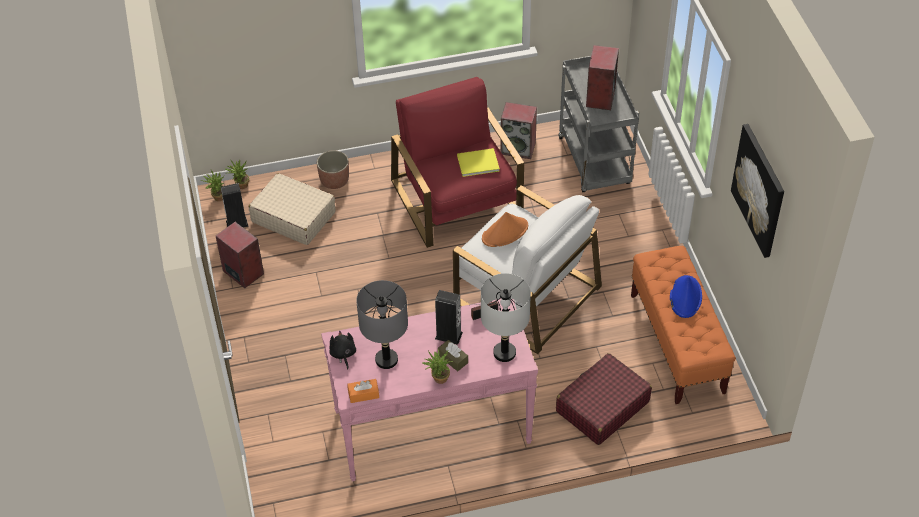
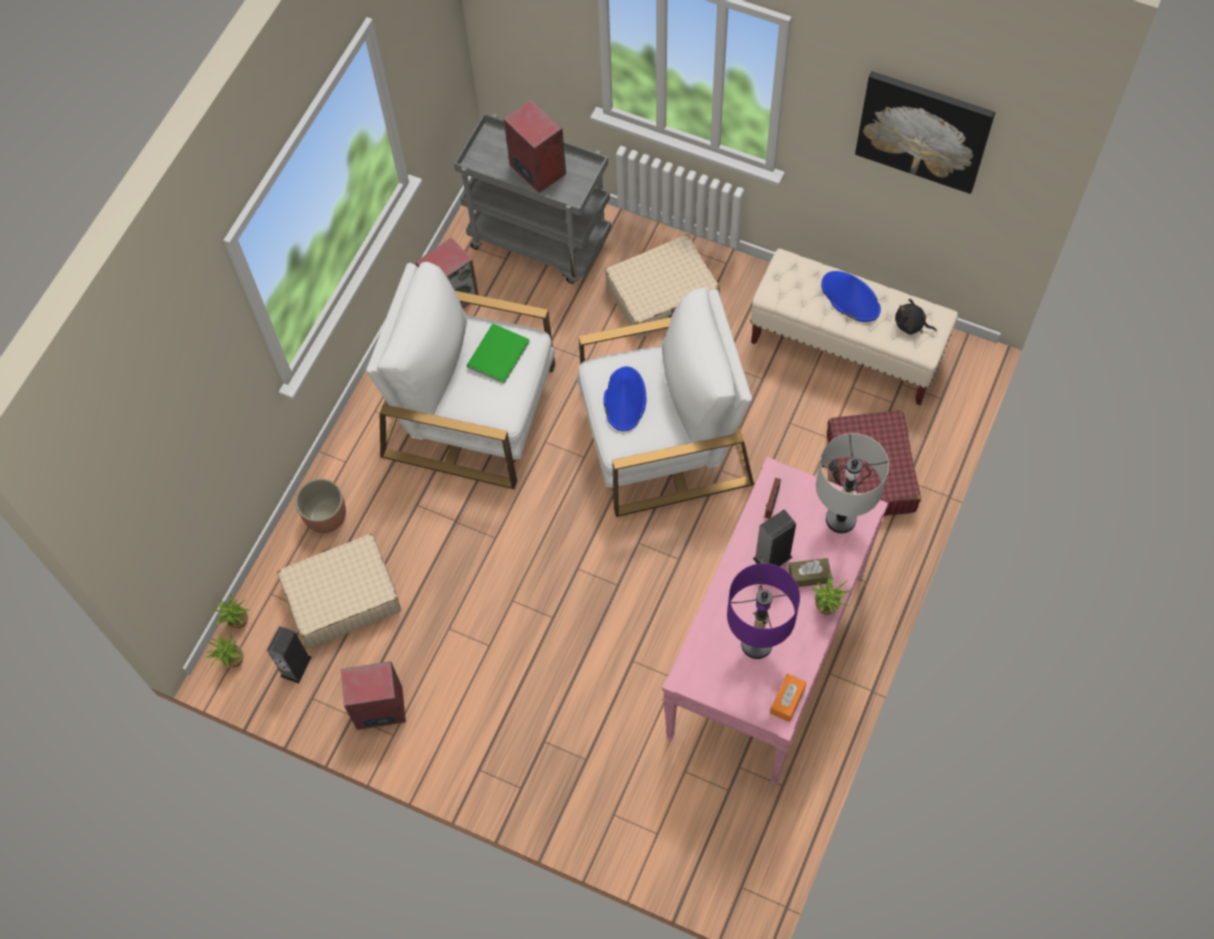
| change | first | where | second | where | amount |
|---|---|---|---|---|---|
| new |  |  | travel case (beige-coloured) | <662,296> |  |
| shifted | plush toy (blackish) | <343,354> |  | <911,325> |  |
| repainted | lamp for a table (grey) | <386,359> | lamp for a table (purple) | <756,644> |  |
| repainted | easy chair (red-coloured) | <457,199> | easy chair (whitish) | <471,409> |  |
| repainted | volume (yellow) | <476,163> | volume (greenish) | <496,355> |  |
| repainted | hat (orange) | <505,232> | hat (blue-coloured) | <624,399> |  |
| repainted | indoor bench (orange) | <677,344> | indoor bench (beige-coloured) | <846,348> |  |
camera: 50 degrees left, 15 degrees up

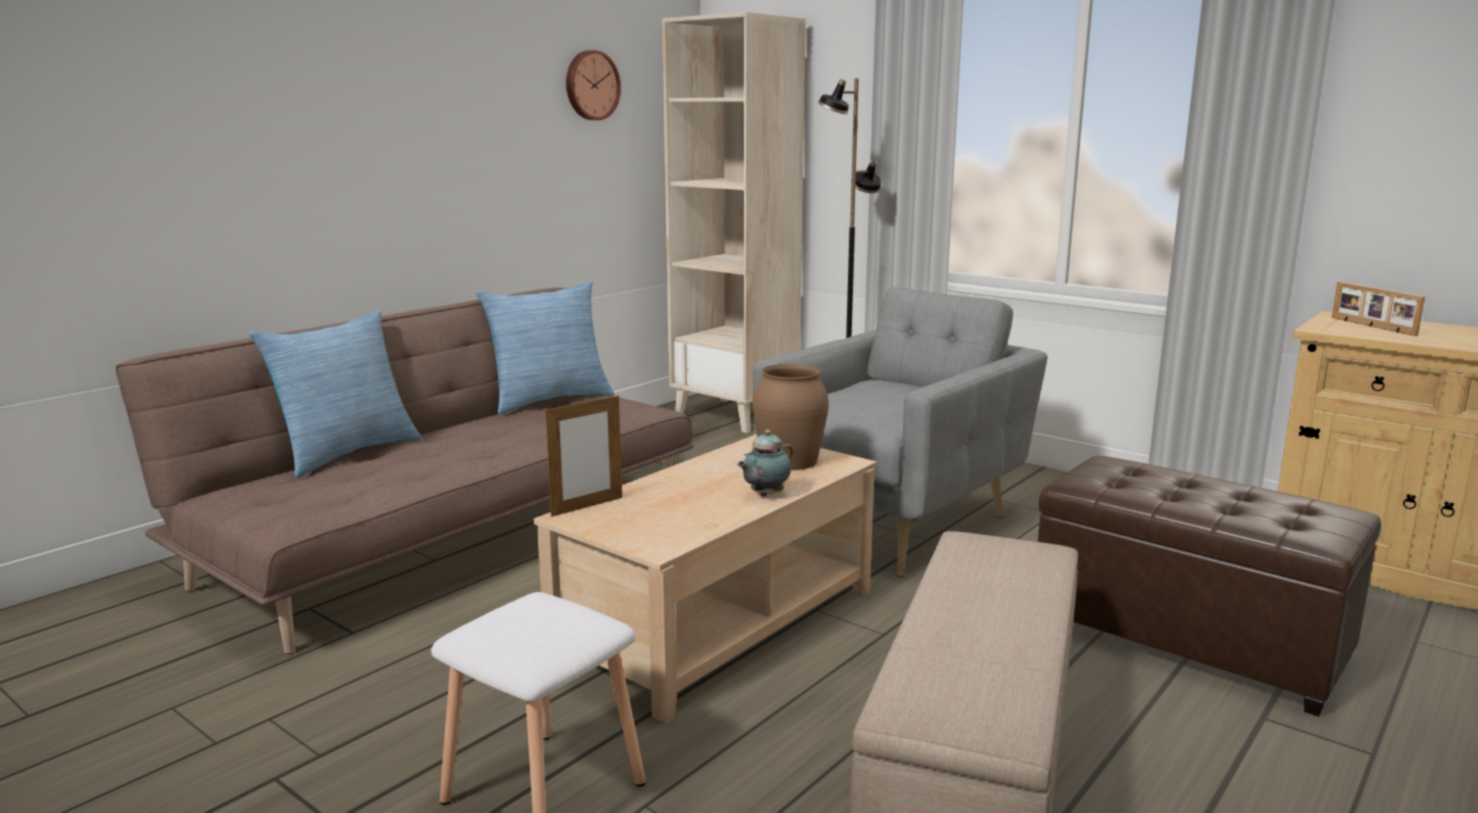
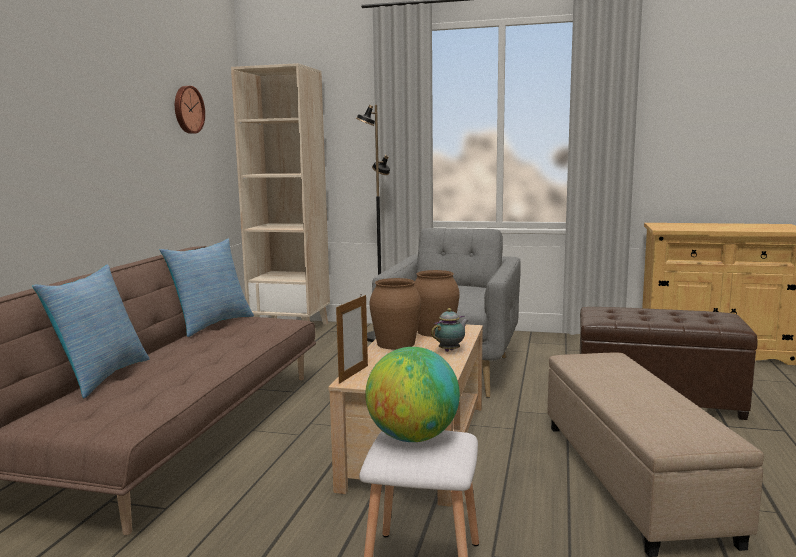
| change | first | where | second | where | amount |
|---|---|---|---|---|---|
| gone | standing frame | <1371,326> |  |  |  |
| new |  |  | desk globe | <413,437> |  |
| new |  |  | flower vase (brown) | <396,343> |  |
| rotated | teapot | <765,495> |  | <450,350> | 150 degrees counterclockwise |
camera: 25 degrees left, 5 degrees down

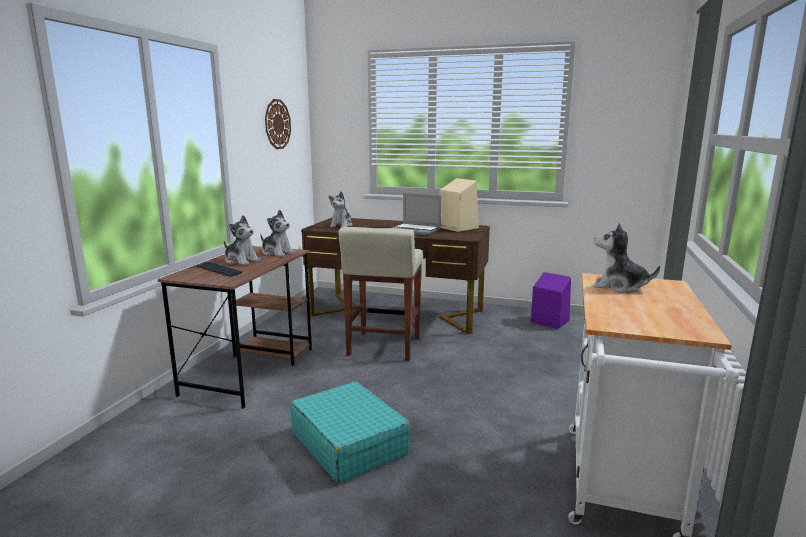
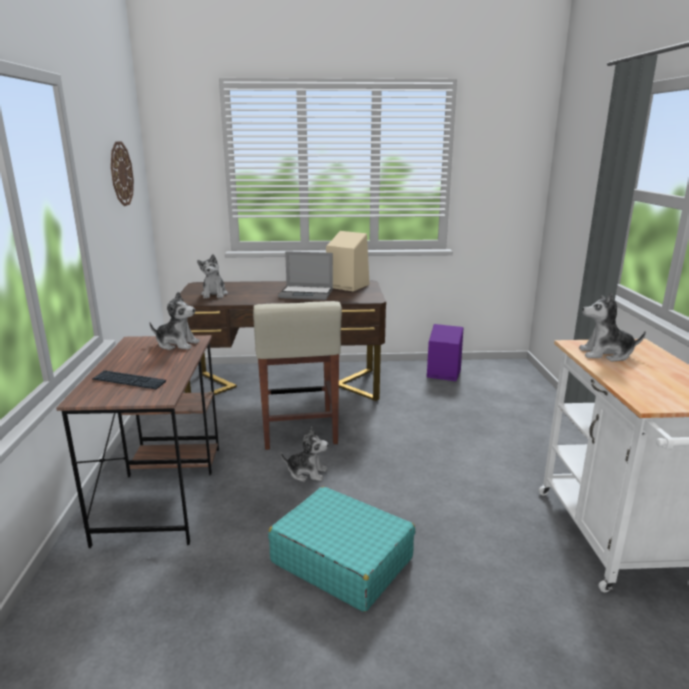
| change | first | where | second | where | amount |
|---|---|---|---|---|---|
| shifted | plush toy | <241,261> |  | <307,473> |  |
camera: 20 degrees left, 5 degrees up

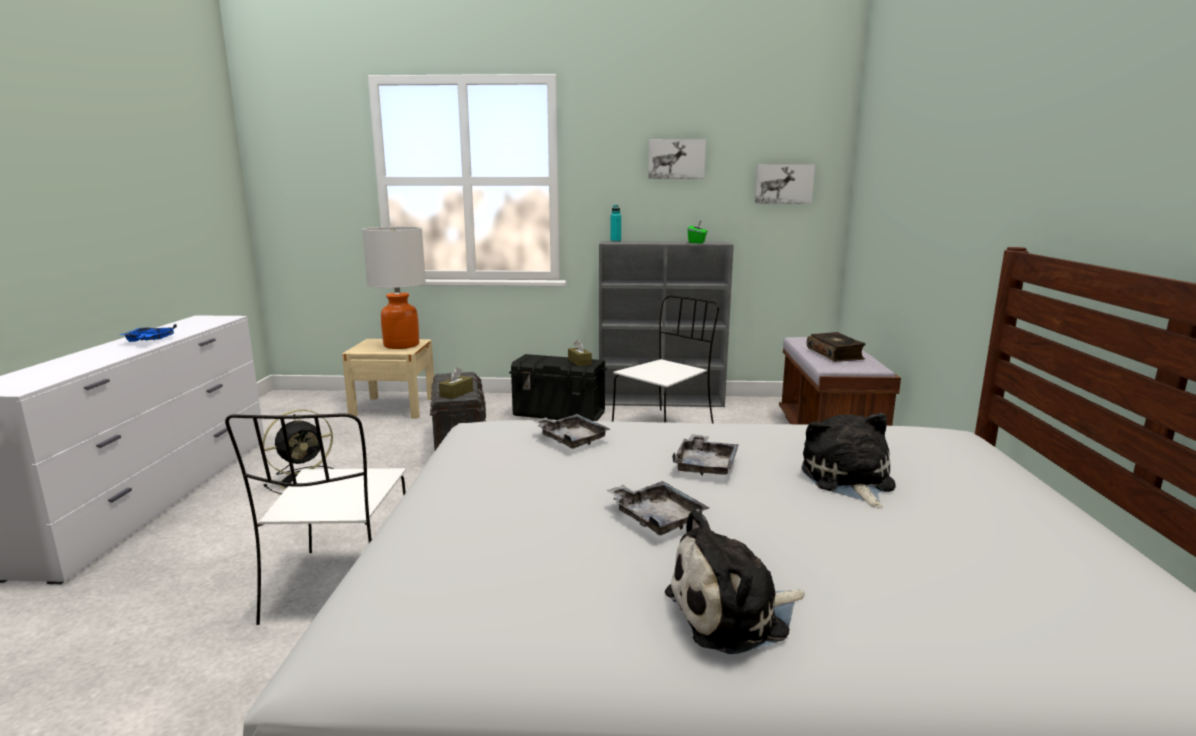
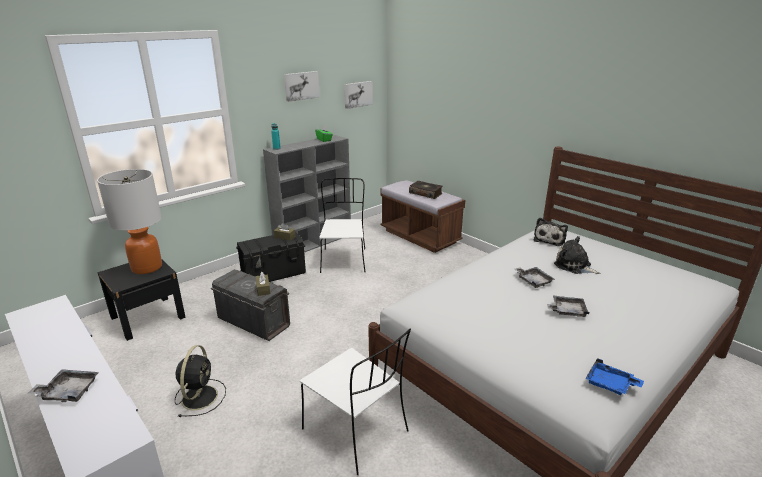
| change | first | where | second | where | amount |
|---|---|---|---|---|---|
| shifted | serving tray (blue-coloured) | <149,340> |  | <610,384> |  |
| shifted | serving tray (grey) | <571,439> |  | <68,391> |  |
| shifted | plush toy | <733,613> |  | <550,239> |  |
| repainted | bedside table (beige-coloured) | <393,407> | bedside table (blackish) | <148,317> |  |
camera: 45 degrees left, 10 degrees up

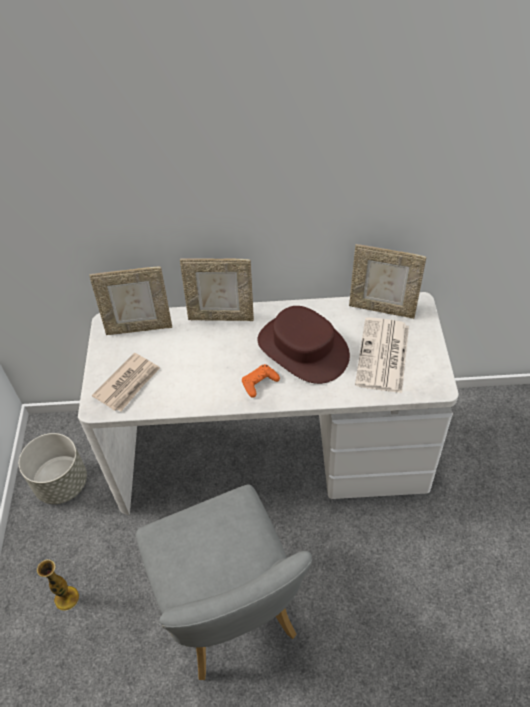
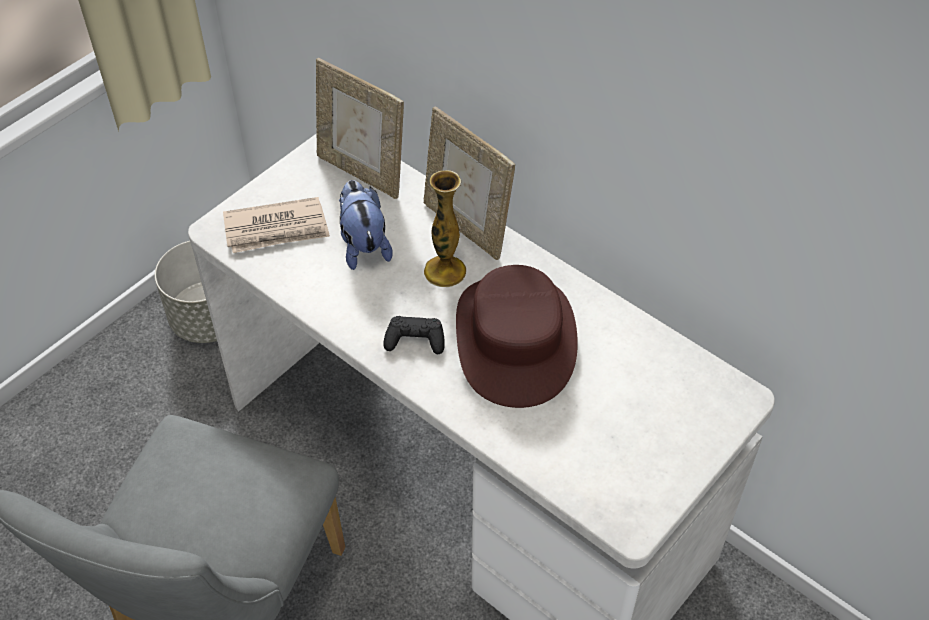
| change | first | where | second | where | amount |
|---|---|---|---|---|---|
| gone | standing frame | <382,308> |  |  |  |
| gone | printed paper | <383,356> |  |  |  |
| new |  |  | plush toy | <363,245> |  |
| shifted | flower vase | <66,598> |  | <445,271> |  |
| repainted | gamepad (orange) | <259,383> | gamepad (blackish) | <415,340> |  |
camera: 40 degrees right, 0 degrees up

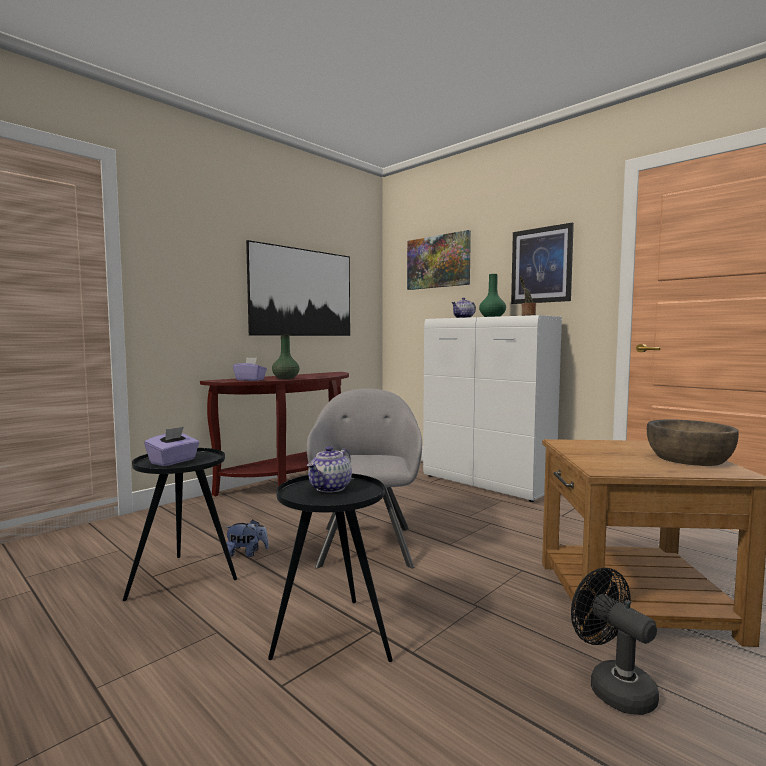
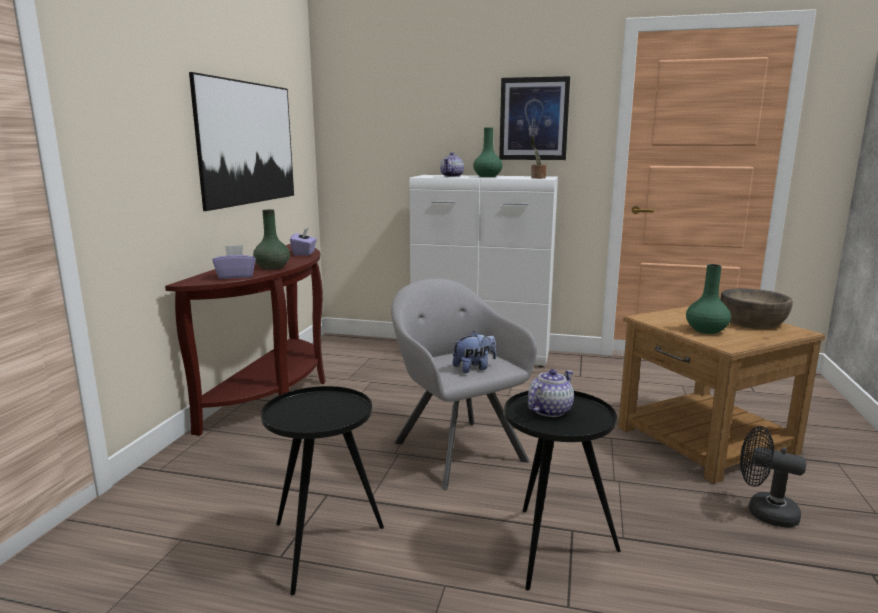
| change | first | where | second | where | amount |
|---|---|---|---|---|---|
| gone | wall art | <438,262> |  |  |  |
| new |  |  | flower vase (greenish) | <706,330> |  |
| shifted | tissue box (purple) | <173,461> |  | <304,253> |  |
| shifted | plush toy | <247,553> |  | <474,368> |  |
| rotated | teapot | <330,488> |  | <549,410> | 135 degrees counterclockwise |
camera: 30 degrees left, 10 degrees up

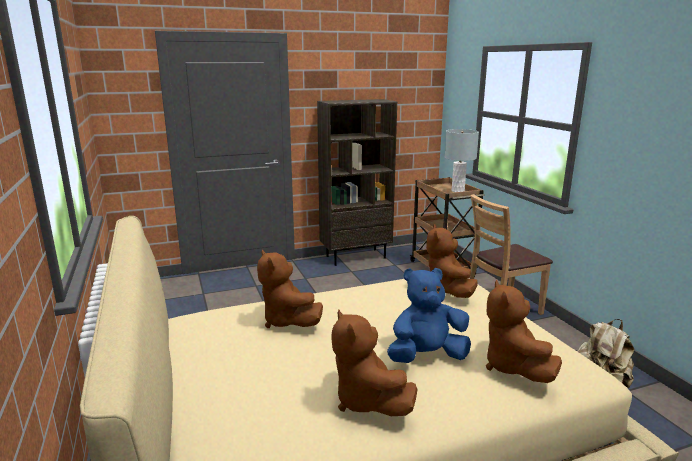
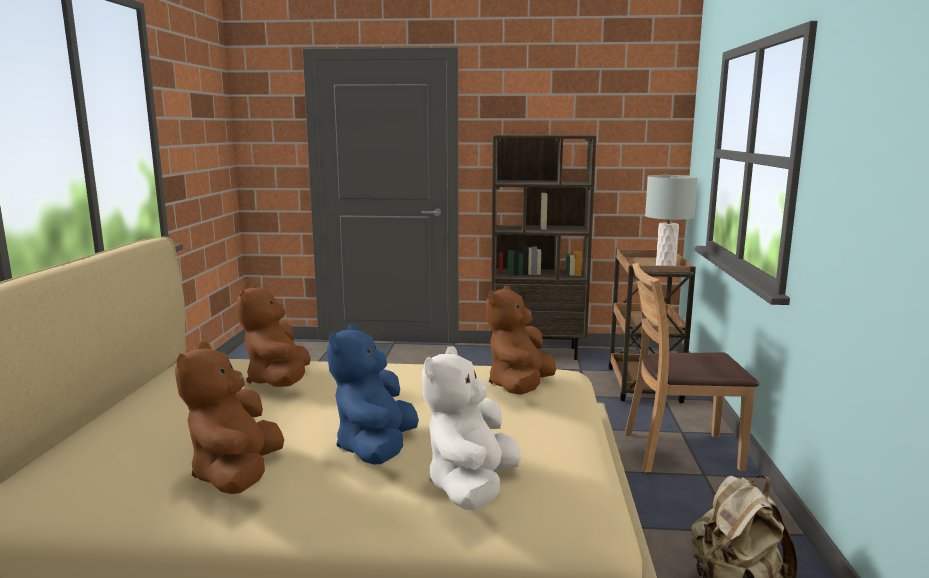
| change | first | where | second | where | amount |
|---|---|---|---|---|---|
| repainted | plush toy (brown) | <513,367> | plush toy (whitish) | <471,487> |  |
| rotated | plush toy (blue-coloured) | <427,356> |  | <376,449> | 90 degrees counterclockwise |
camera: 25 degrees right, 5 degrees down

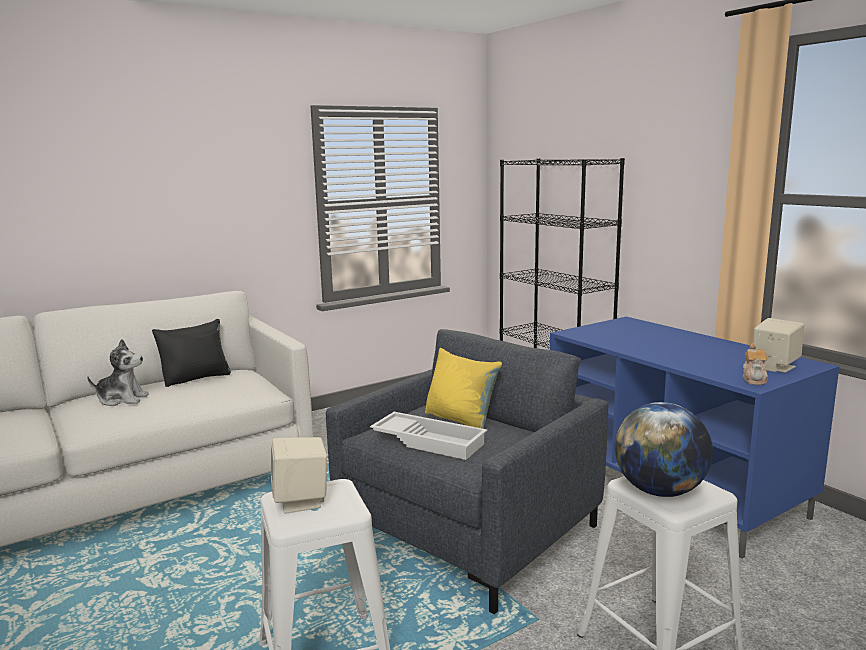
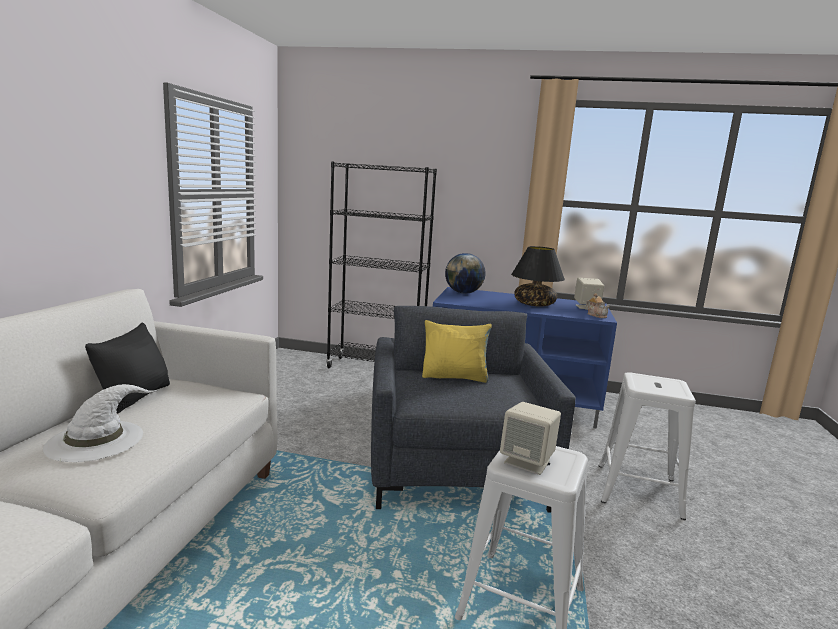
| change | first | where | second | where | amount |
|---|---|---|---|---|---|
| gone | serving tray (whitish) | <430,441> |  |  |  |
| new |  |  | lamp for a table (blackish) | <534,304> |  |
| shifted | desk globe | <660,491> |  | <463,293> |  |
| swapped | plush toy | <122,399> | hat (whitish) | <96,439> |  |
camera: 45 degrees left, 0 degrees up

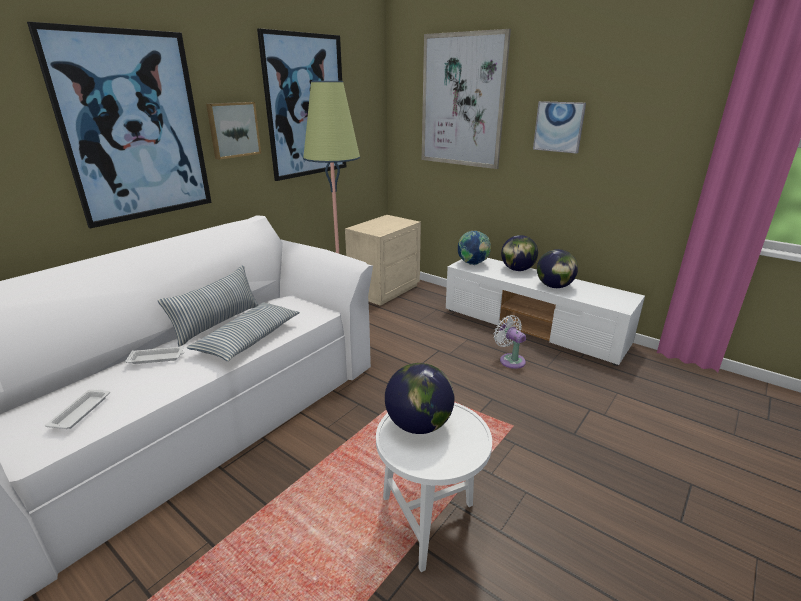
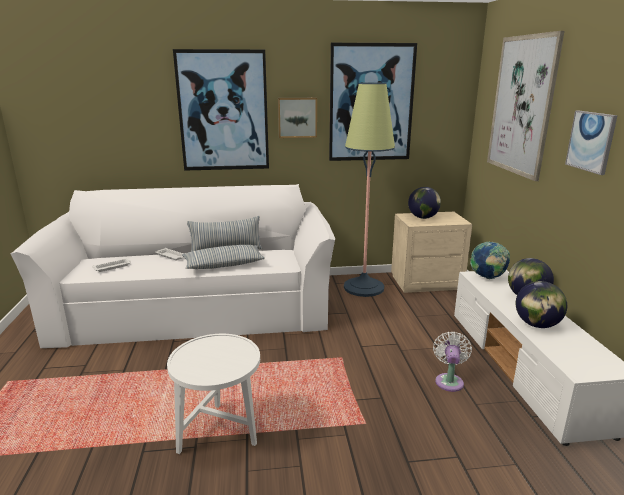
| change | first | where | second | where | amount |
|---|---|---|---|---|---|
| shifted | desk globe | <419,424> |  | <423,217> |  |
camera: 45 degrees right, 5 degrees down

